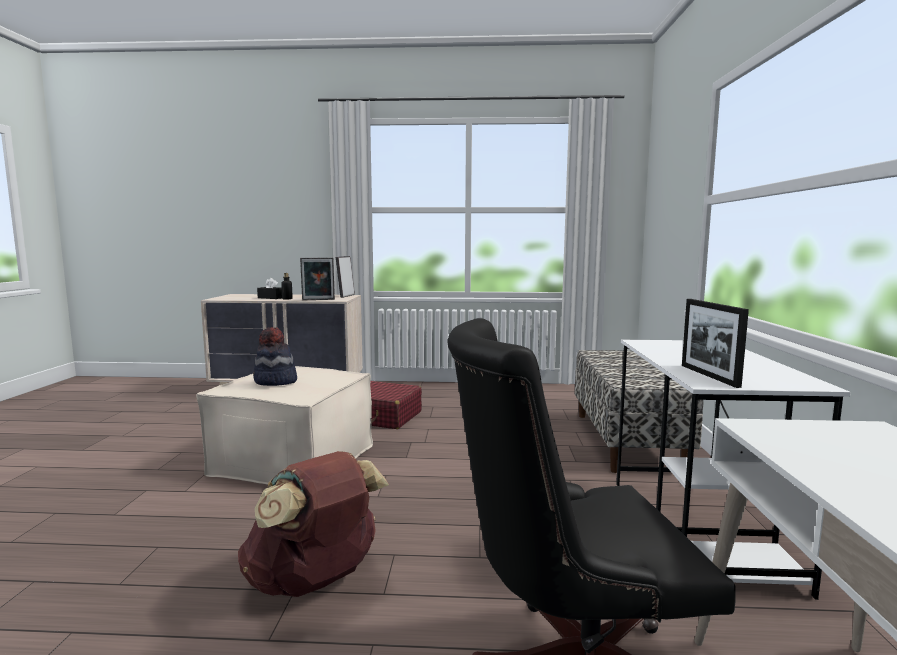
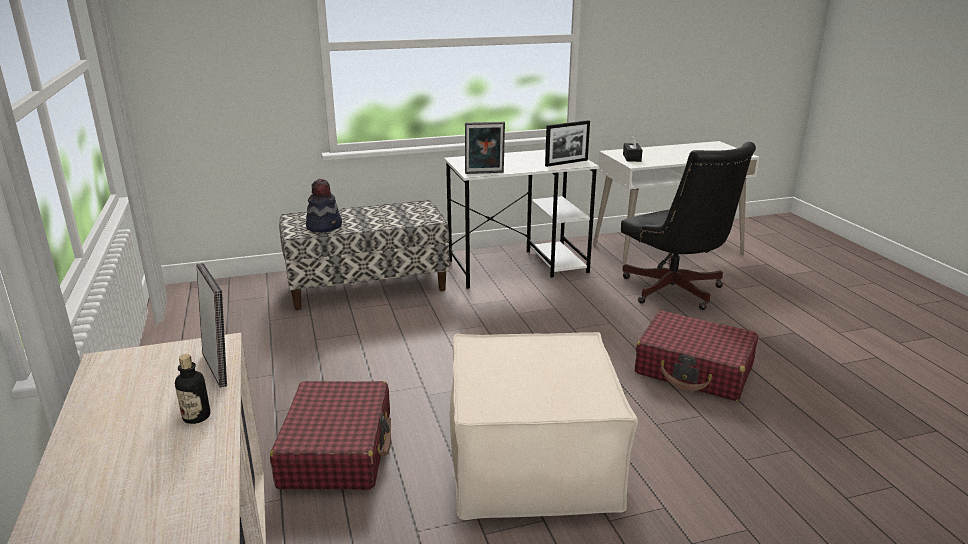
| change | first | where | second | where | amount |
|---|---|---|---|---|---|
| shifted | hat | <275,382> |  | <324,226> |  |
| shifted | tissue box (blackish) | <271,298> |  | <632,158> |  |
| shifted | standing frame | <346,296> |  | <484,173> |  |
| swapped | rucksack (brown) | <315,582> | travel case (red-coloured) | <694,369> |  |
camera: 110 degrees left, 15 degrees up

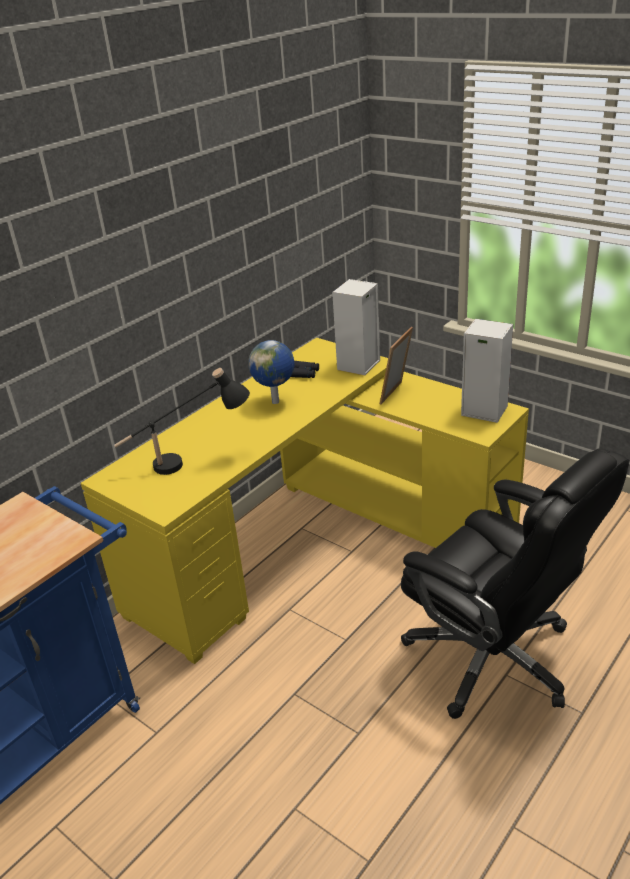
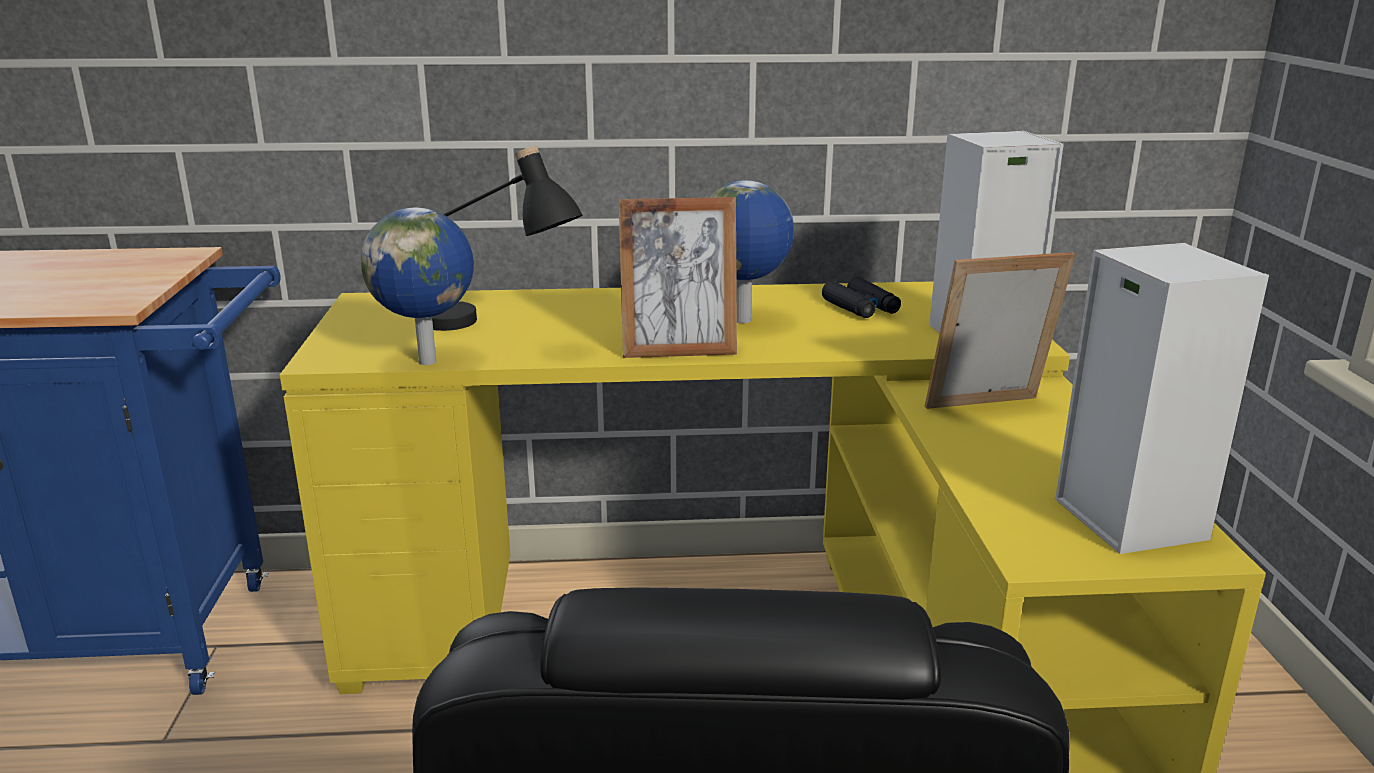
| change | first | where | second | where | amount |
|---|---|---|---|---|---|
| new |  |  | desk globe | <430,361> |  |
| new |  |  | standing frame | <678,350> |  |
camera: 45 degrees right, 10 degrees down

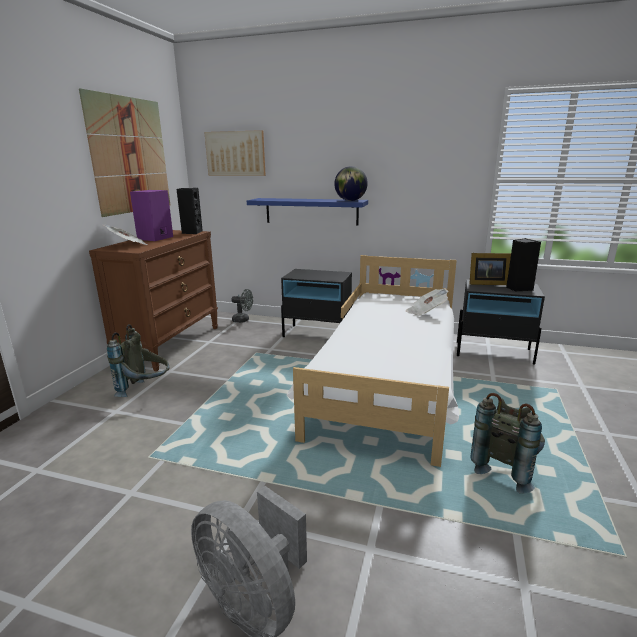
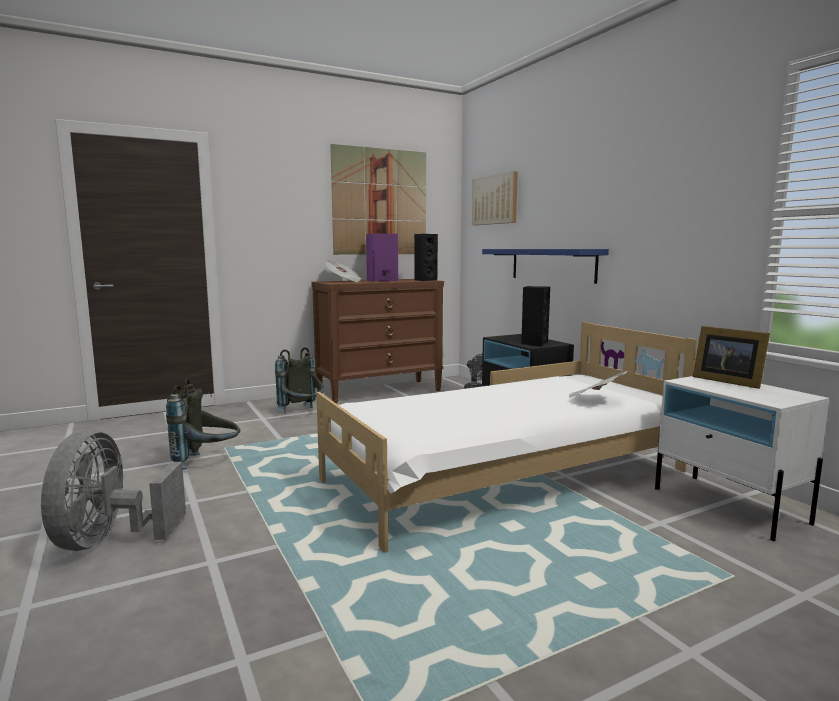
| change | first | where | second | where | amount |
|---|---|---|---|---|---|
| gone | desk globe | <350,201> |  |  |  |
| shifted | rucksack (grey) | <506,469> |  | <207,462> |  |
| shifted | audio speaker (blackish) | <518,288> |  | <534,344> |  |
| repainted | bedside table (blackish) | <494,352> | bedside table (whitish) | <729,505> |  |
camera: 45 degrees right, 10 degrees down

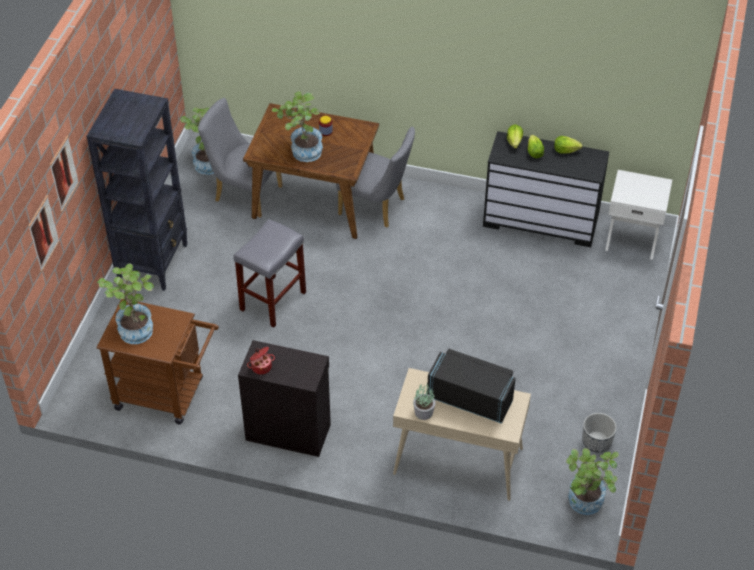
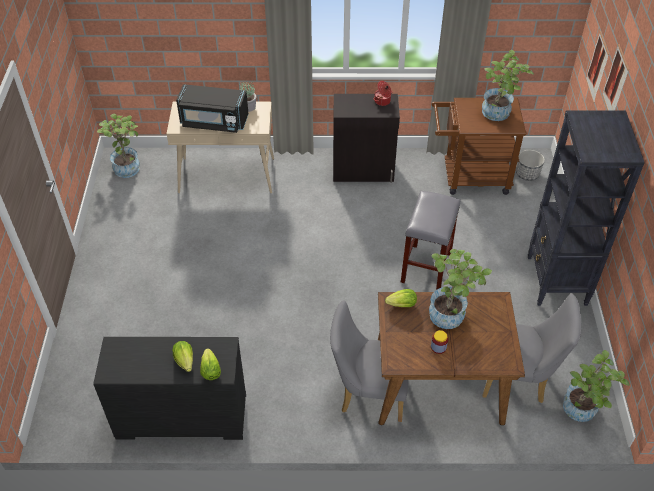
| change | first | where | second | where | amount |
|---|---|---|---|---|---|
| gone | bedside table (whitish) | <632,238> |  |  |  |
| shifted | head of lettuce | <565,150> |  | <402,305> |  |
| shifted | planter | <596,442> |  | <527,174> |  |
camera: 165 degrees right, 0 degrees up

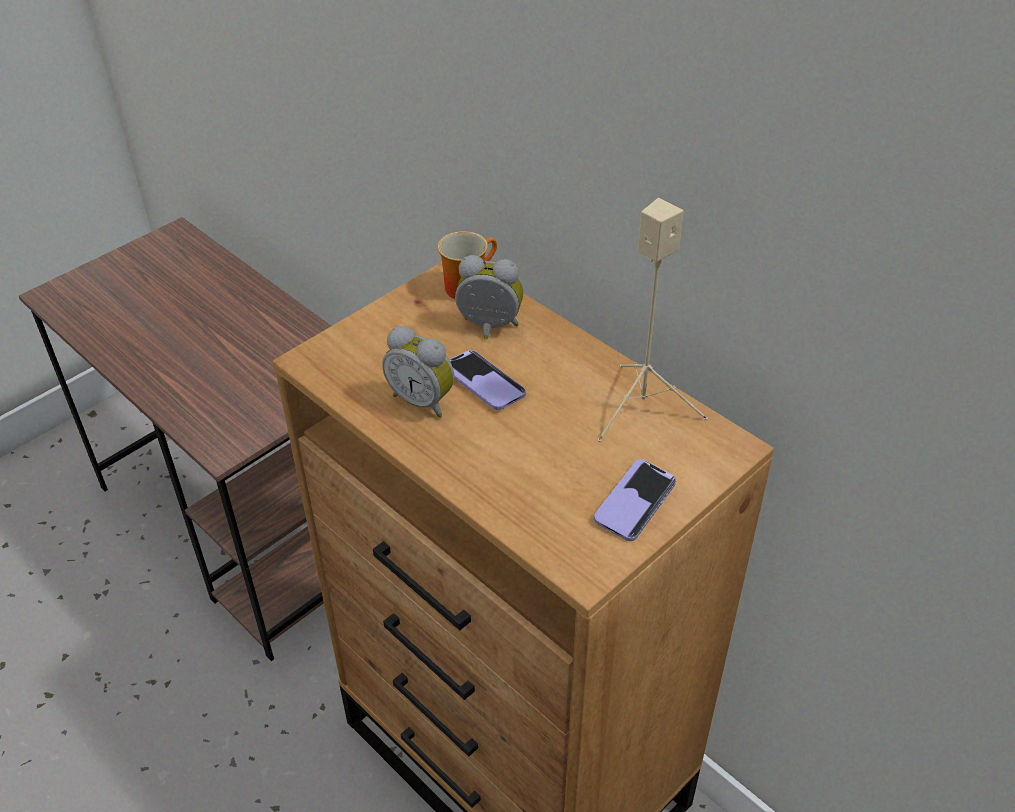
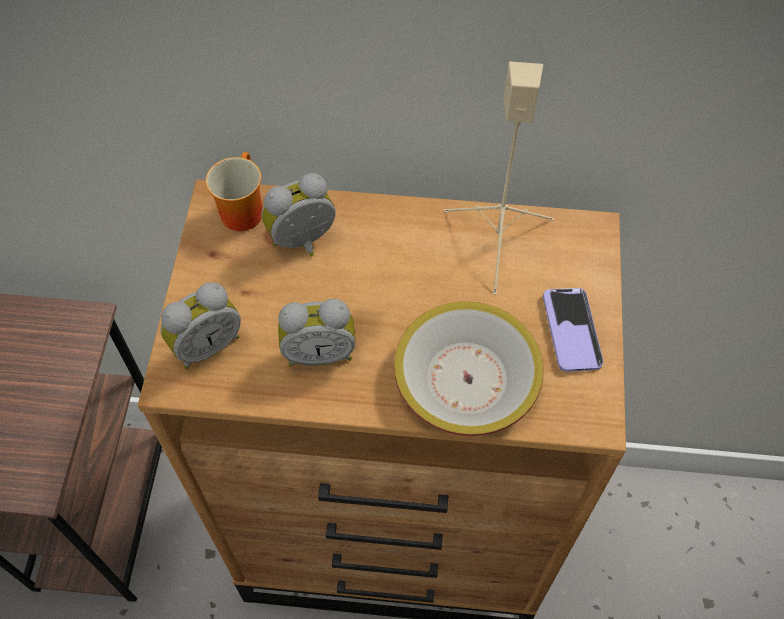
| change | first | where | second | where | amount |
|---|---|---|---|---|---|
| gone | handset | <484,382> |  |  |  |
| new |  |  | table clock | <206,345> |  |
| new |  |  | deep dish | <467,380> |  |
camera: 40 degrees left, 15 degrees up

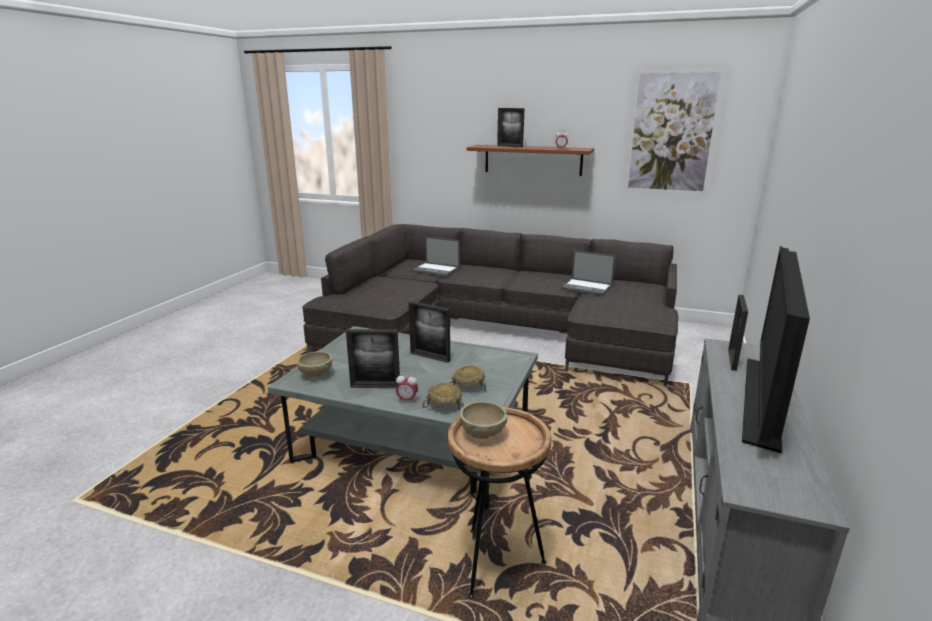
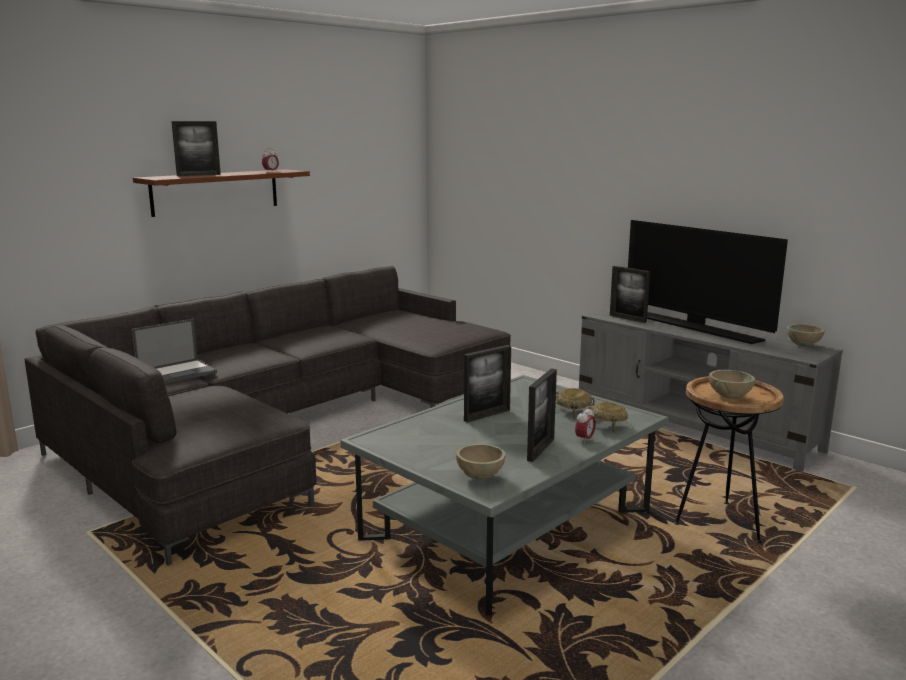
| change | first | where | second | where | amount |
|---|---|---|---|---|---|
| gone | portable computer | <587,287> |  |  |  |
| gone | wall art | <671,133> |  |  |  |
| new |  |  | deep dish (beige-coloured) | <803,345> |  |
camera: 65 degrees left, 5 degrees down

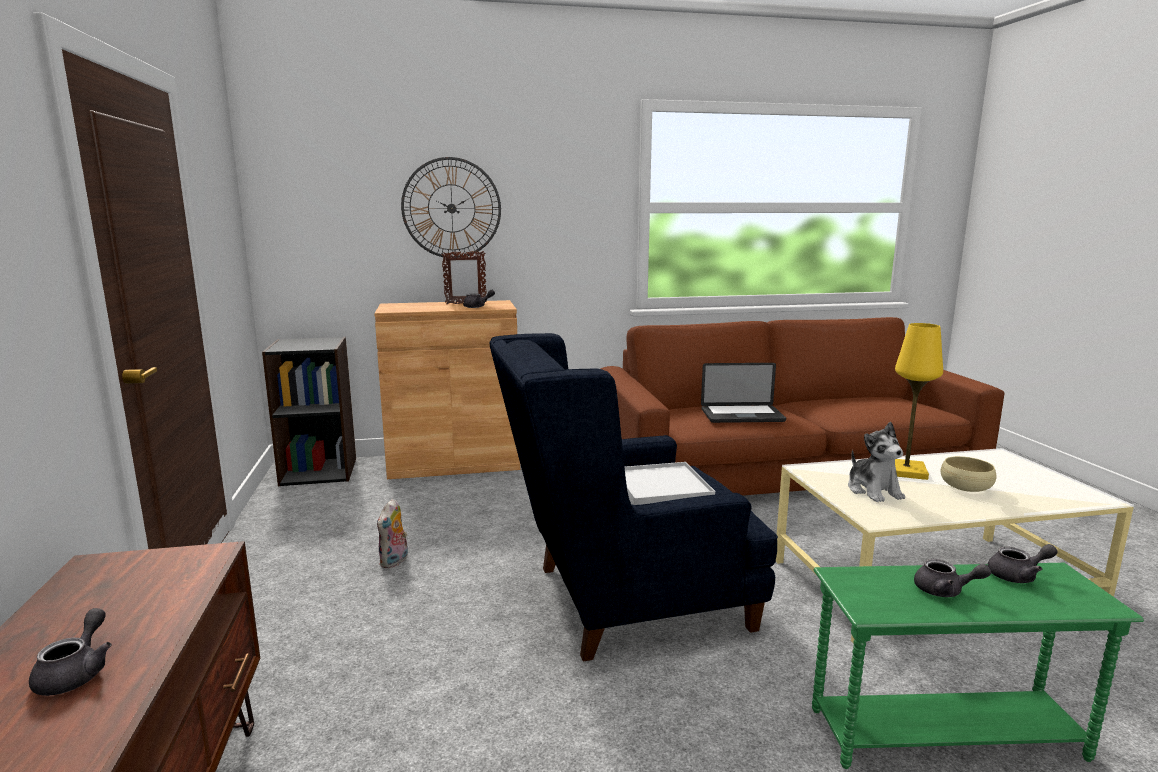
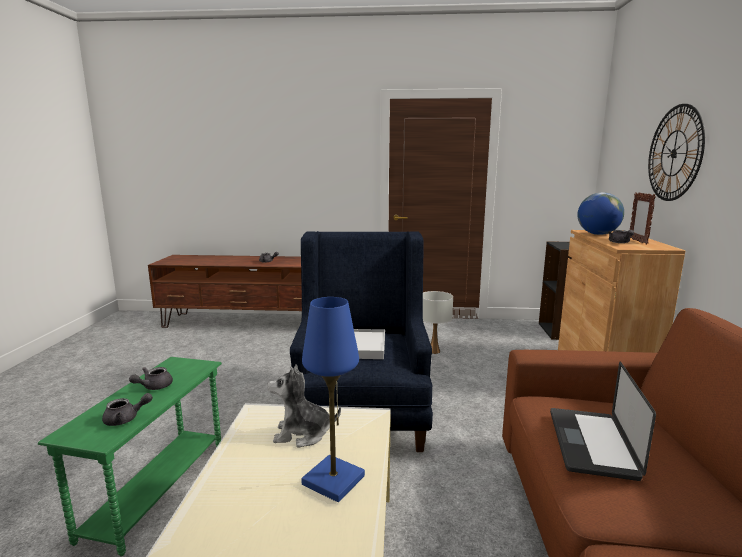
| change | first | where | second | where | amount |
|---|---|---|---|---|---|
| gone | deep dish (beige-coloured) | <965,487> |  |  |  |
| new |  |  | desk globe | <597,234> |  |
| swapped | plush toy | <395,561> | lamp for a table (whitish) | <434,351> |  |
| repainted | lamp for a table (yellow) | <905,471> | lamp for a table (blue-coloured) | <333,480> |  |
| rotated | teapot (grey) | <1018,576> |  | <126,419> | 120 degrees counterclockwise |
camera: 105 degrees right, 0 degrees up

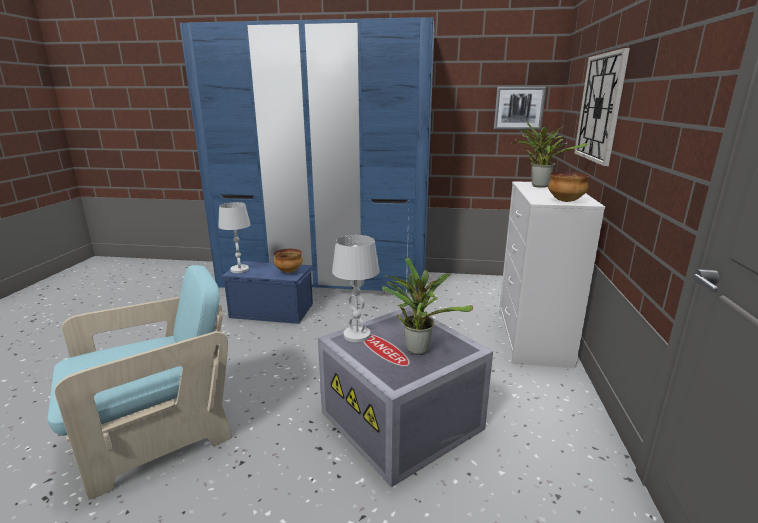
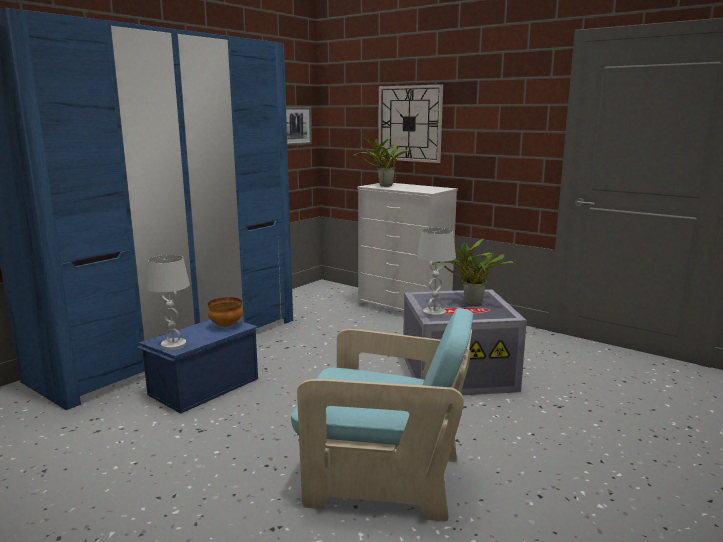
| change | first | where | second | where | amount |
|---|---|---|---|---|---|
| gone | deep dish | <565,201> |  |  |  |
| rotated | easy chair (turquoise) | <157,435> |  | <382,479> | 105 degrees clockwise |
camera: 60 degrees left, 5 degrees down

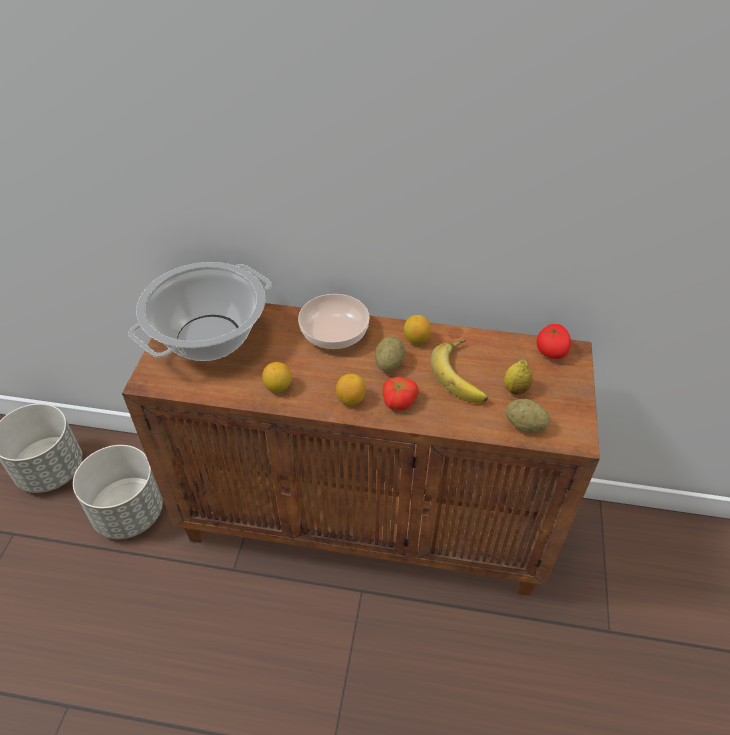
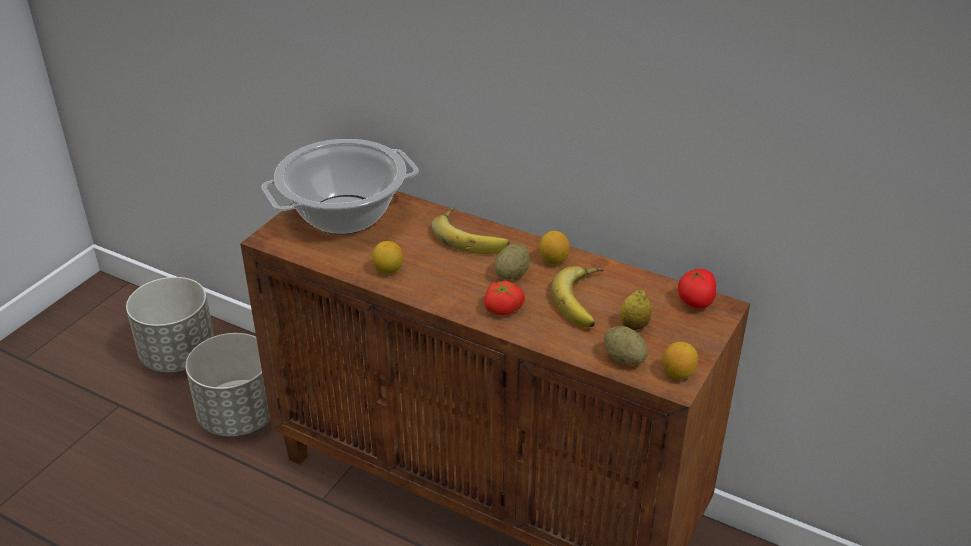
| change | first | where | second | where | amount |
|---|---|---|---|---|---|
| shifted | whole lemon | <350,399> |  | <678,373> |  |
| swapped | deep dish | <335,332> | whole banana | <472,236> |  |
camera: 20 degrees right, 10 degrees down

